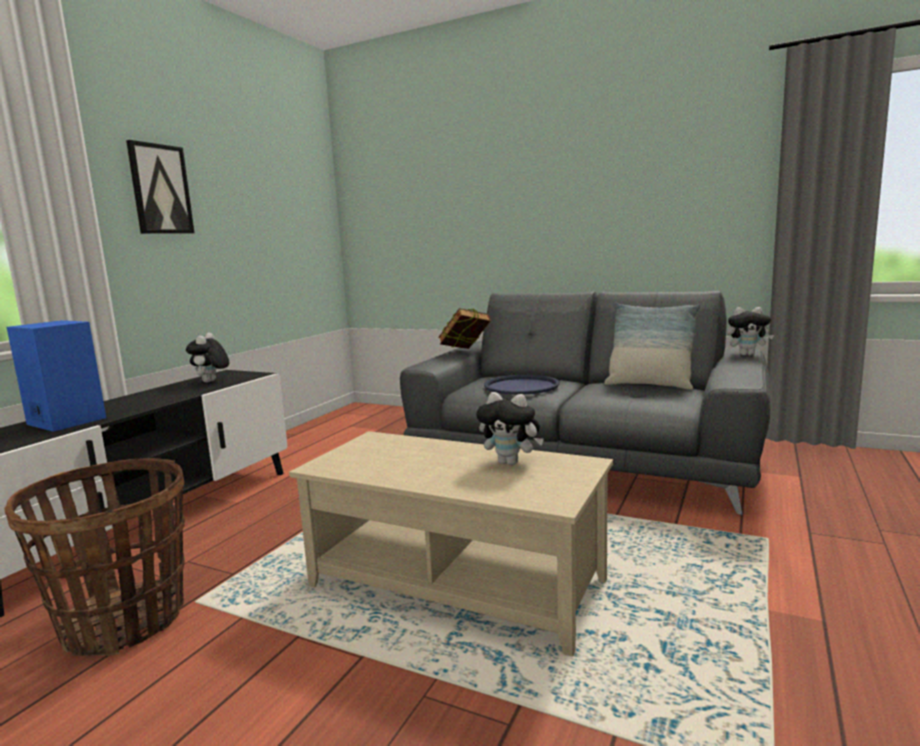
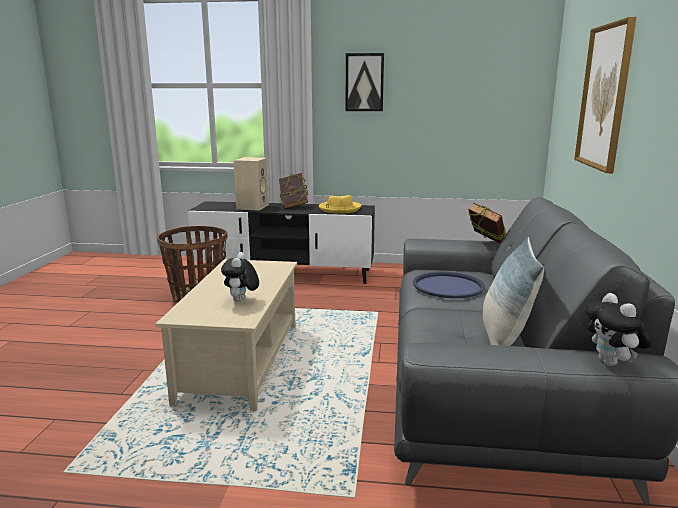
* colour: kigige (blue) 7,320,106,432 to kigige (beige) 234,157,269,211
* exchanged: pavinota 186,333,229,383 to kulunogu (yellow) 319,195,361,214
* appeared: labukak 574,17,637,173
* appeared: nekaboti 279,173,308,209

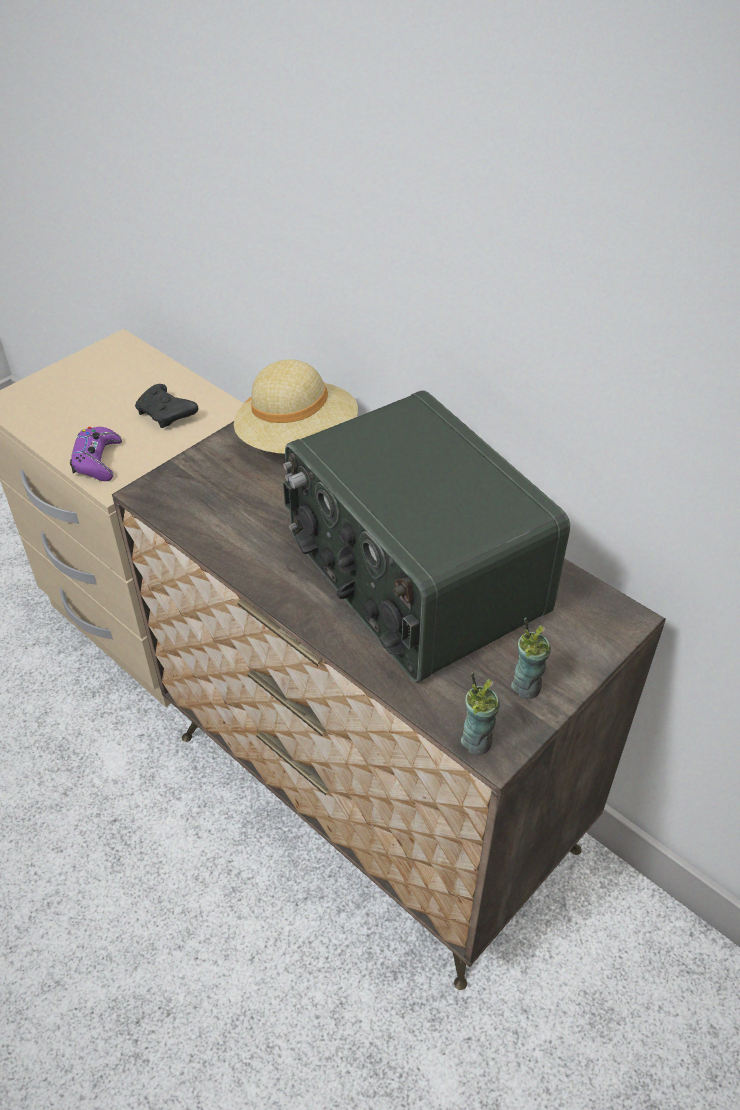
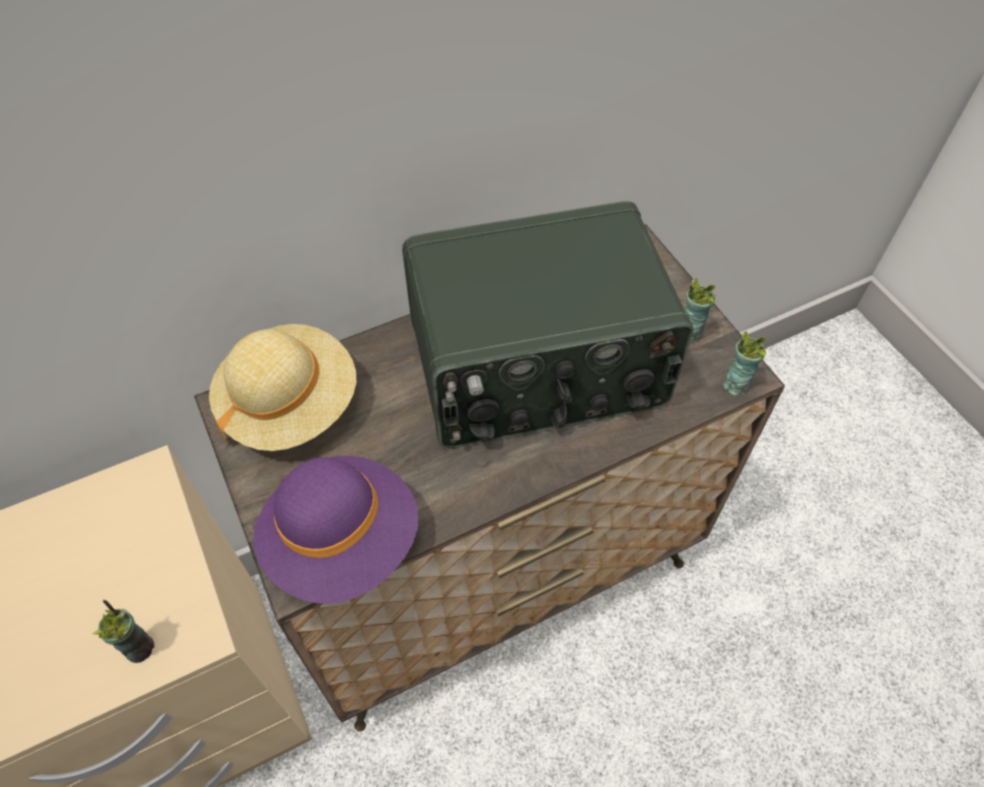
* missing: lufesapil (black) 135,384,199,428
* exchanged: lufesapil (purple) 70,427,122,481 to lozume 92,600,154,663
* appeared: kulunogu (purple) 253,456,419,604

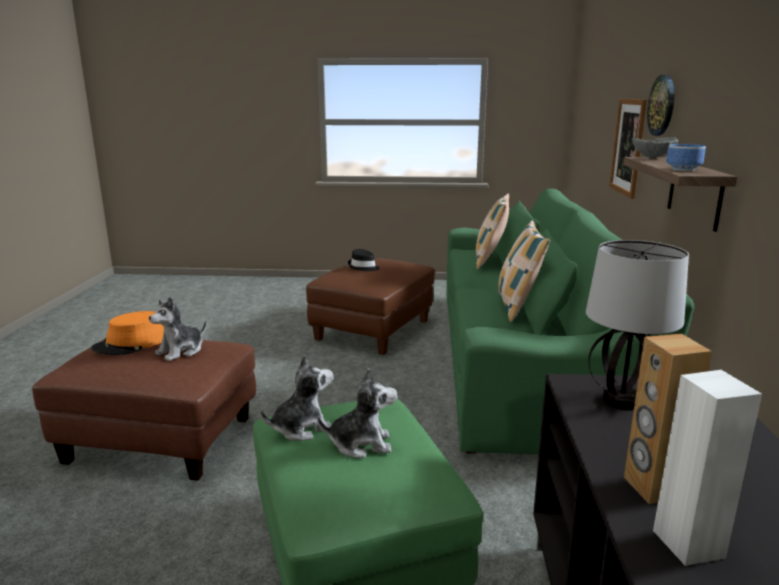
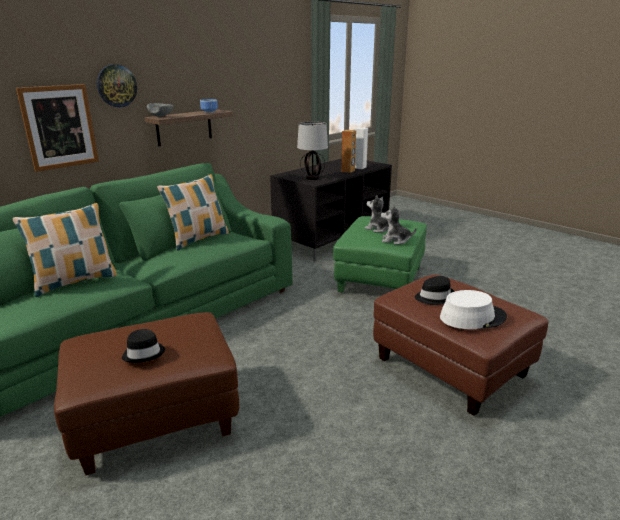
* exchanged: pavinota 149,297,206,361 to kulunogu (black) 415,276,455,305
* colour: kulunogu (orange) 91,311,164,355 to kulunogu (white) 440,290,507,329

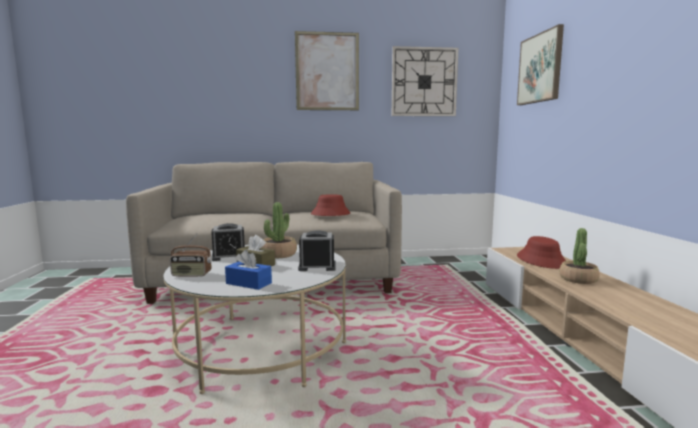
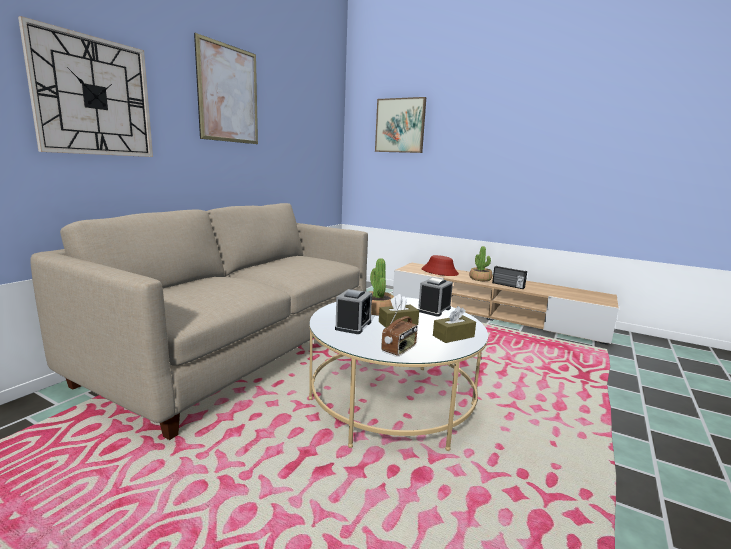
* relocated: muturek 392,46,458,116 to 18,16,153,157
* missing: kulunogu (red) 311,194,350,216
* colour: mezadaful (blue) 225,250,272,290 to mezadaful (brown) 433,306,476,343
* appeared: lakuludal 492,266,527,289

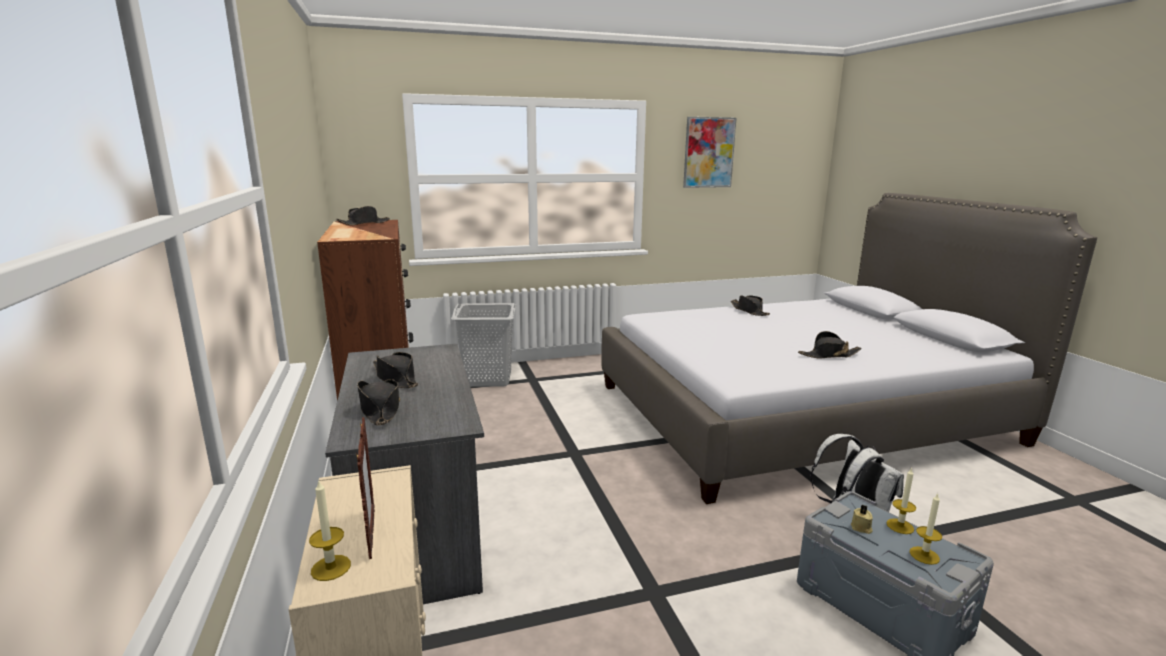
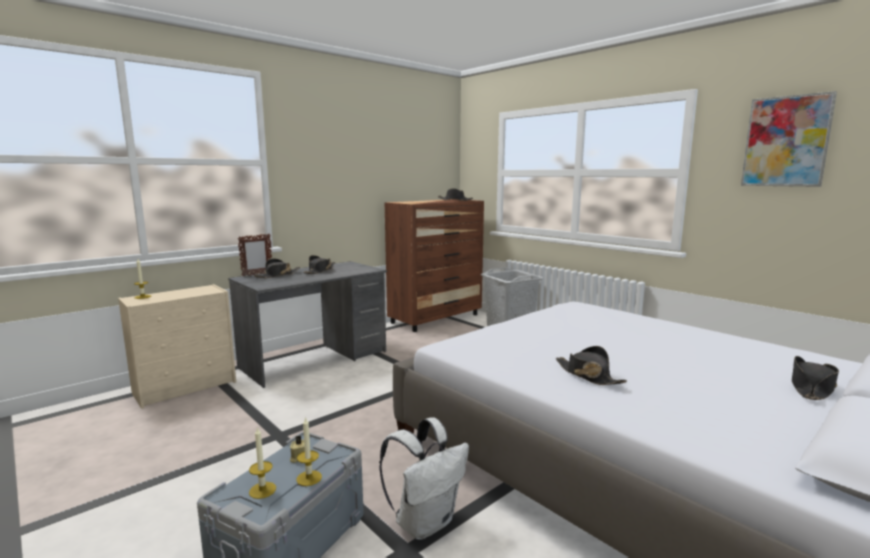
* relocated: kulunogu (black) 731,295,770,316 to 792,356,839,400
* relocated: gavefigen 356,417,375,559 to 237,234,272,276

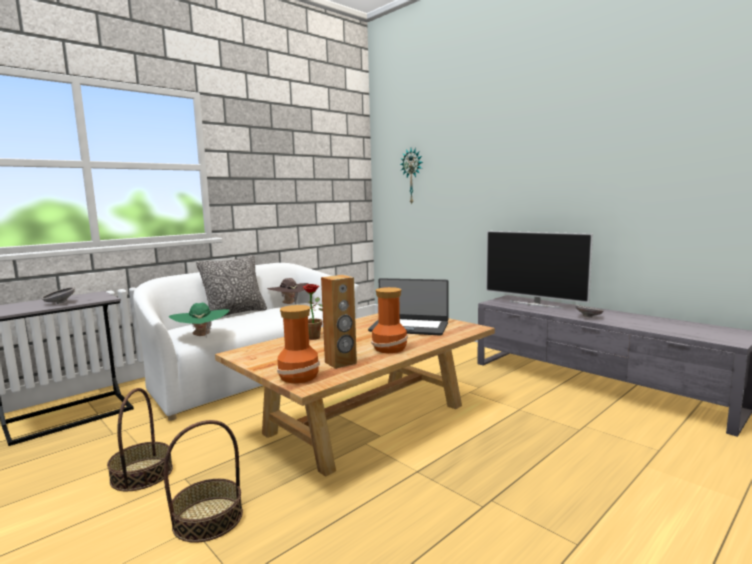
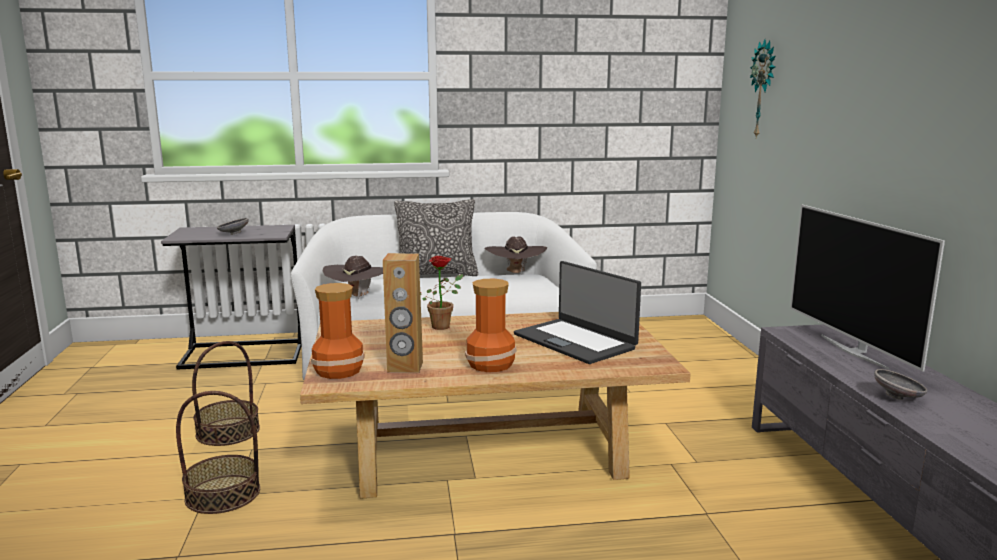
* colour: kulunogu (green) 168,303,230,337 to kulunogu (brown) 323,256,383,300

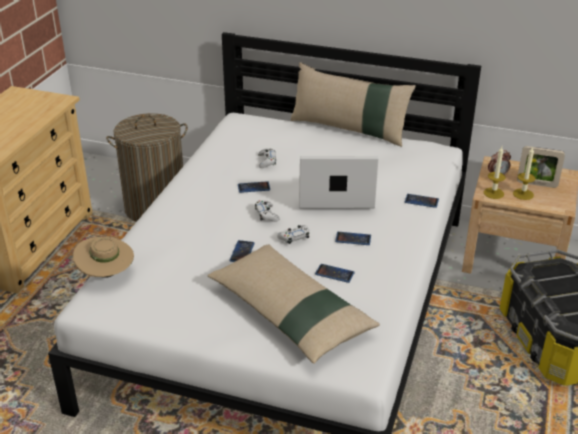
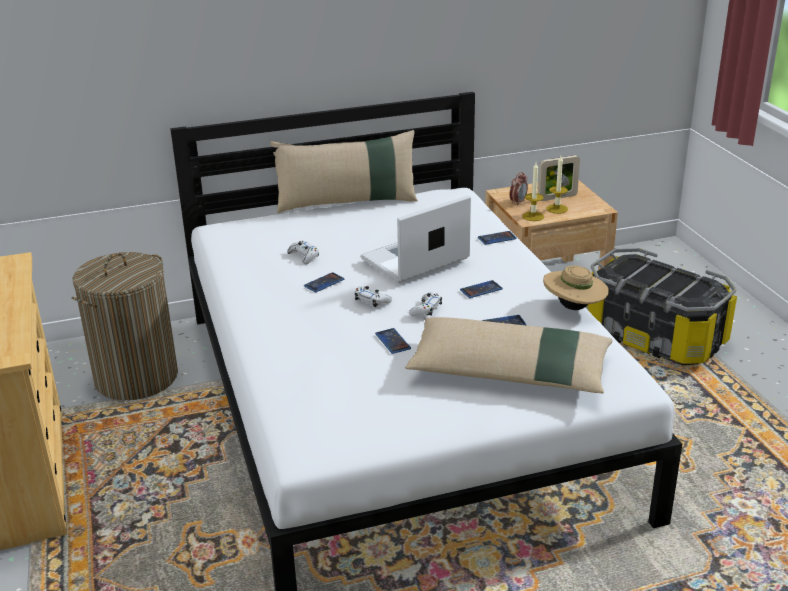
* relocated: kulunogu (beige) 73,237,134,278 to 543,265,609,310

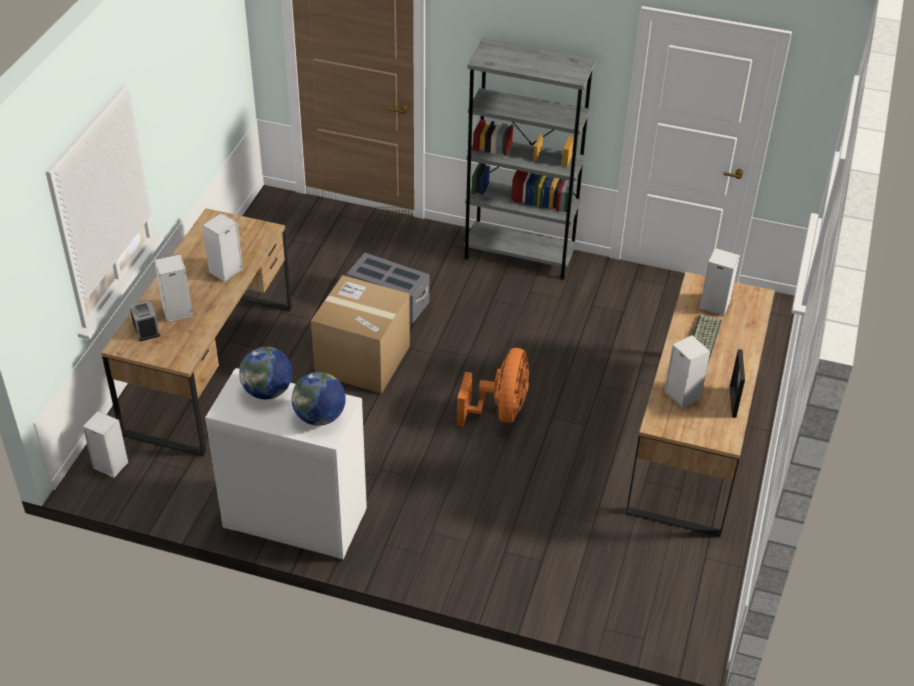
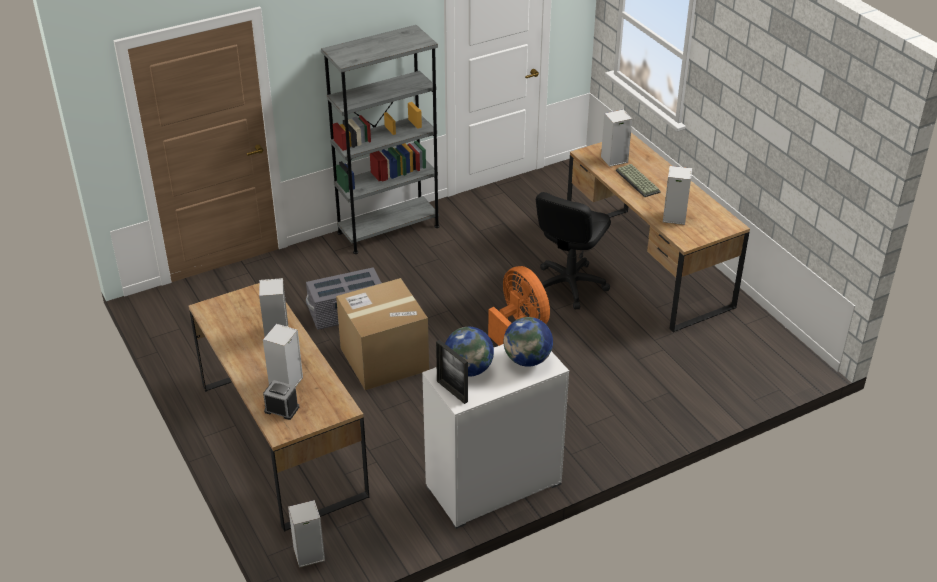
* relocated: gavefigen 730,349,745,418 to 436,340,468,404
* appeared: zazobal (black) 536,192,611,309

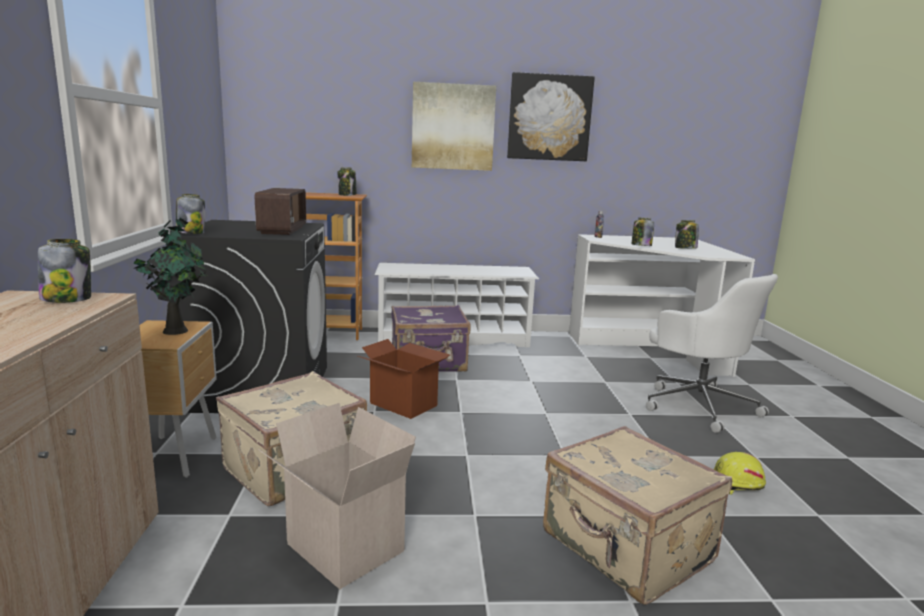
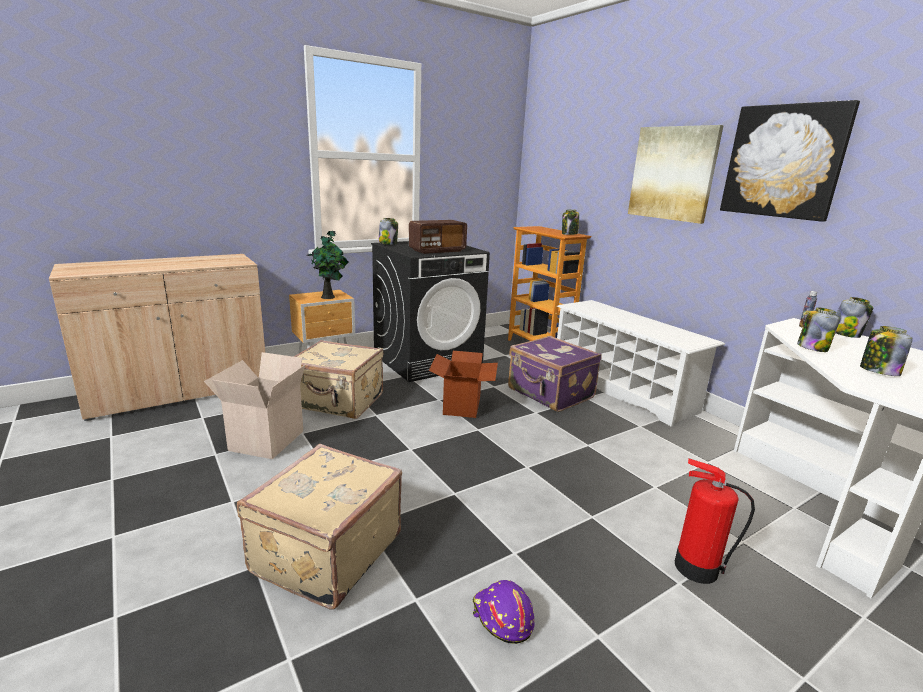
* relocated: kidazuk 38,239,91,303 to 836,297,873,338
* exchanged: zazobal (white) 646,274,778,433 to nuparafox 675,458,755,584
* colour: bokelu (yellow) 714,452,766,494 to bokelu (purple) 473,580,535,644

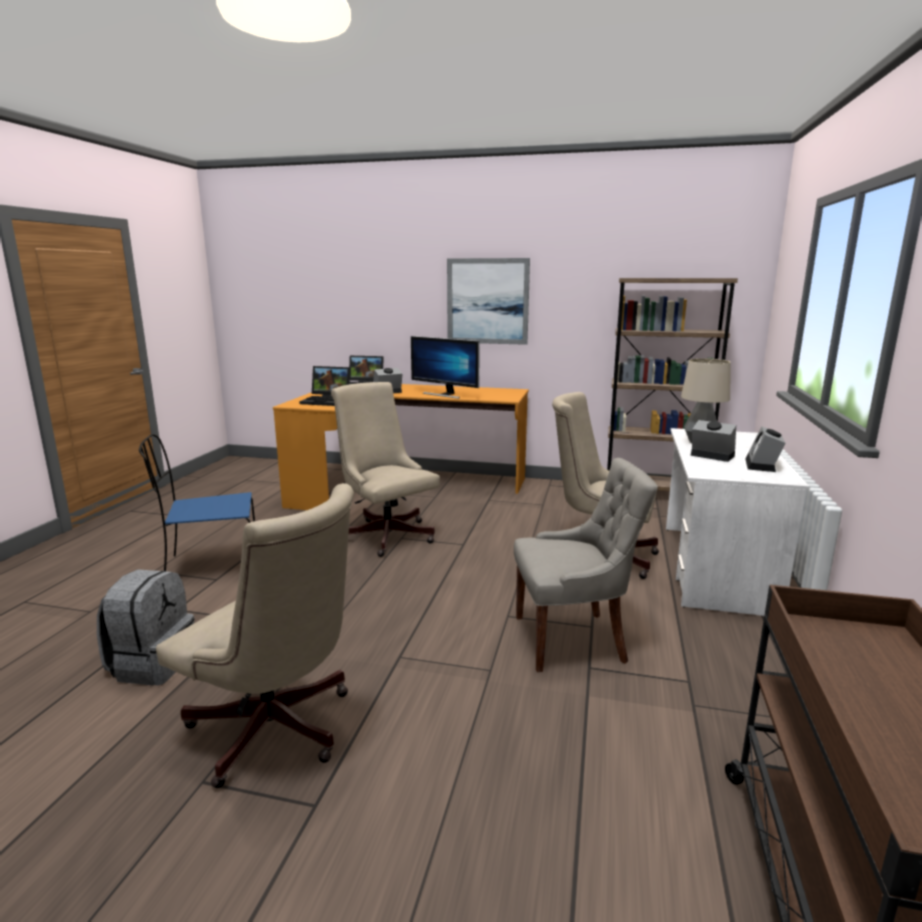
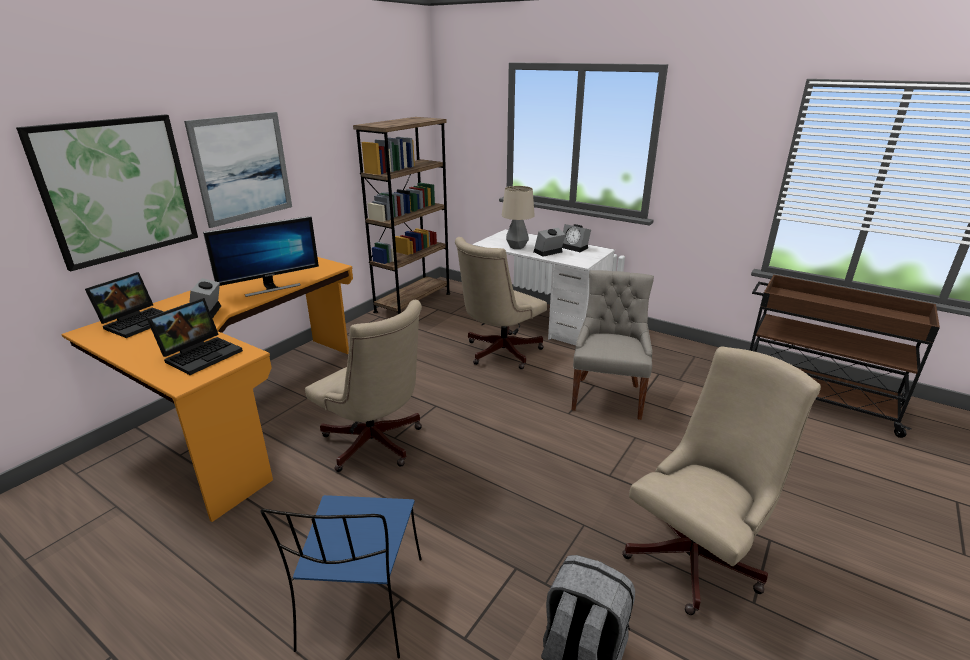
* spun: zazobal (beige) 331,382,440,557 = 305,300,422,472 120 degrees counterclockwise
* appeared: labukak 16,115,198,271

